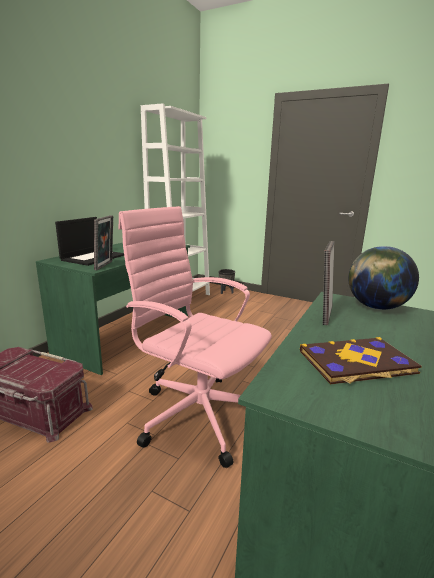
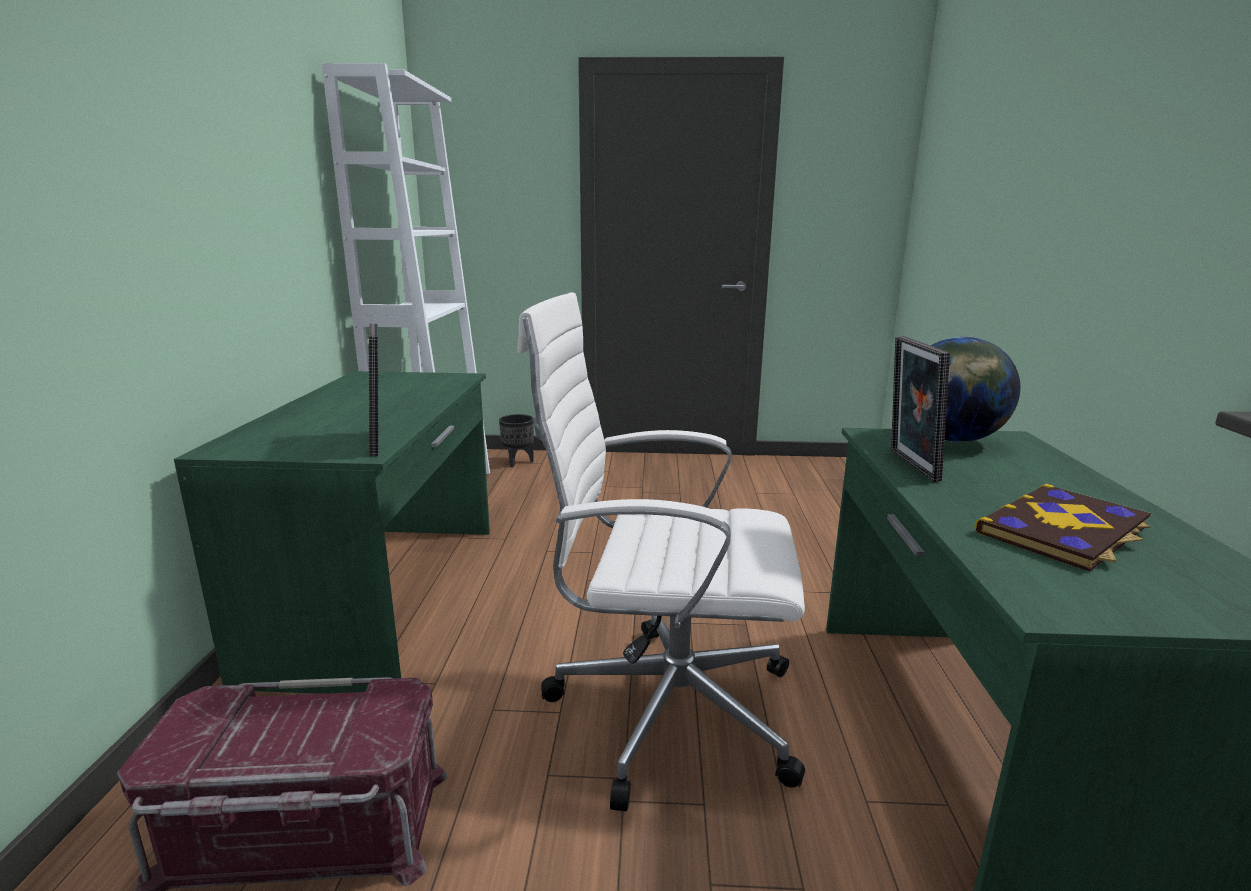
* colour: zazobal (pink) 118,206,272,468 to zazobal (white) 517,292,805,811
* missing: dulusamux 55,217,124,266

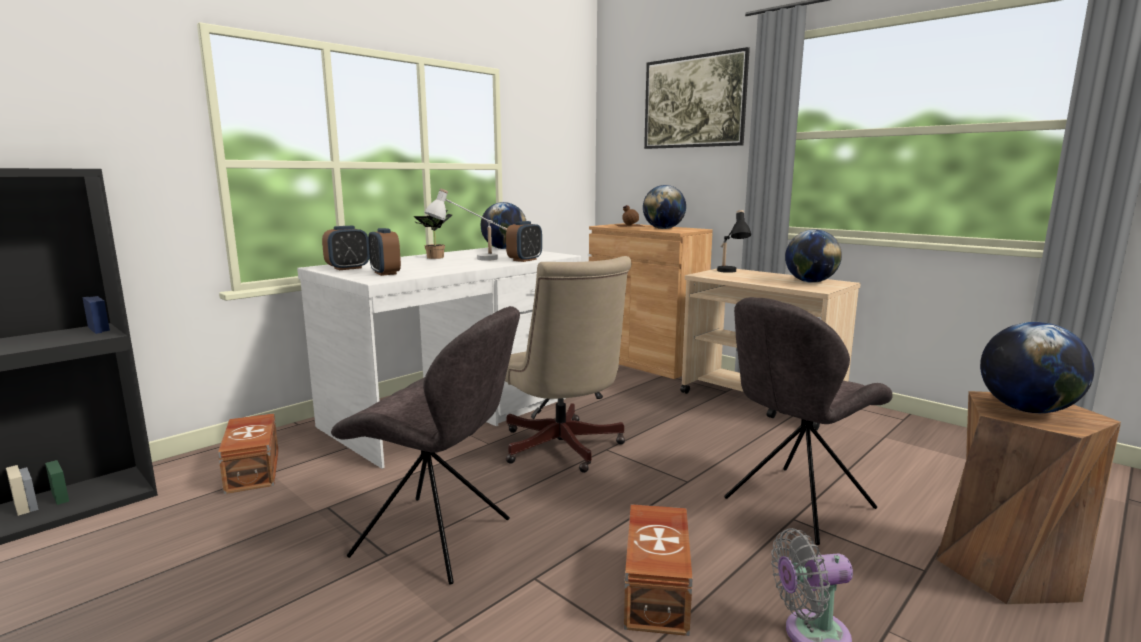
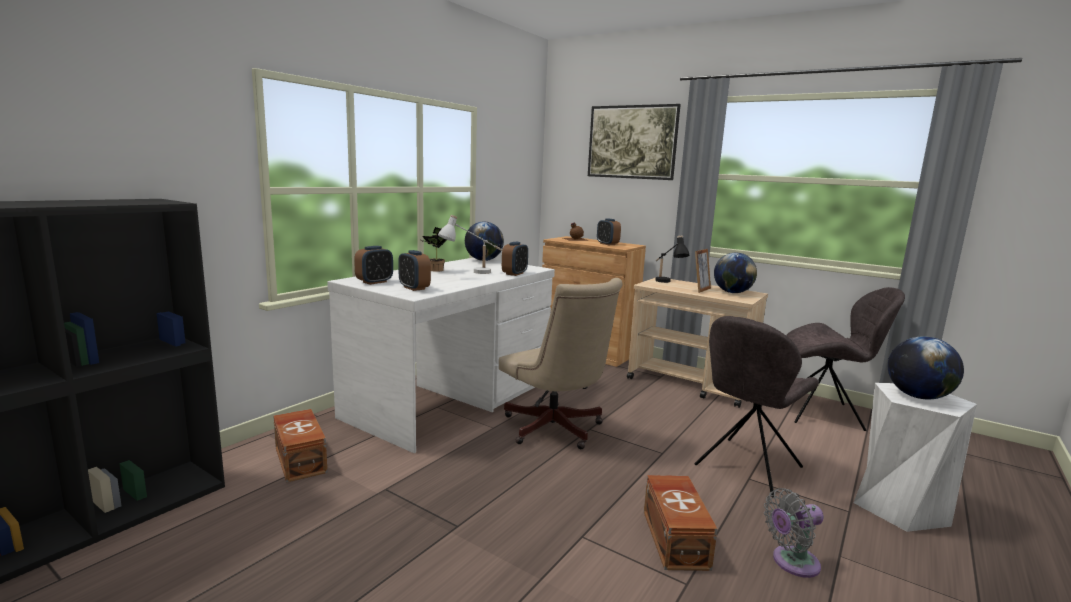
* exchanged: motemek 643,185,686,229 to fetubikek 597,218,621,245
* relocated: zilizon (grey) 331,306,520,585 to 786,287,905,431
* colour: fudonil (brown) 936,391,1121,605 to fudonil (white) 854,383,977,532
* appeared: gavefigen 695,249,711,293

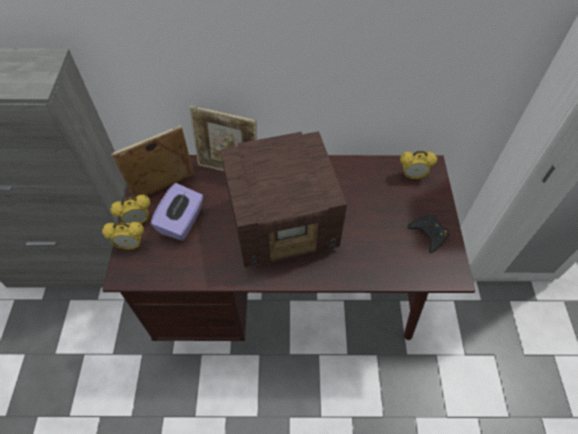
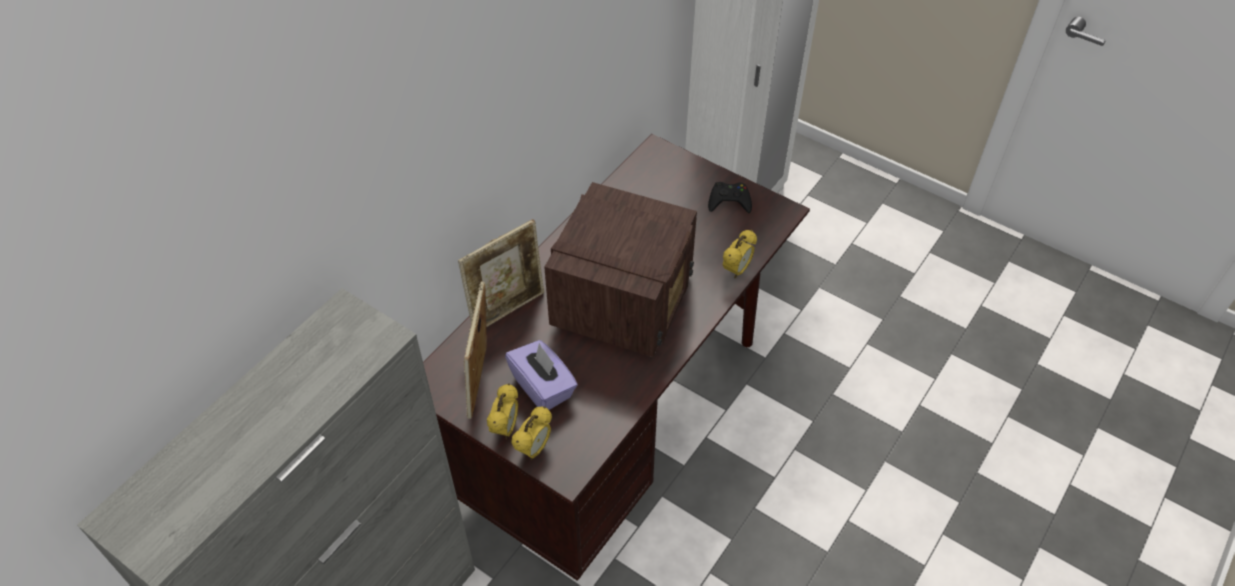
* relocated: fetubikek 400,151,437,179 to 723,230,757,278

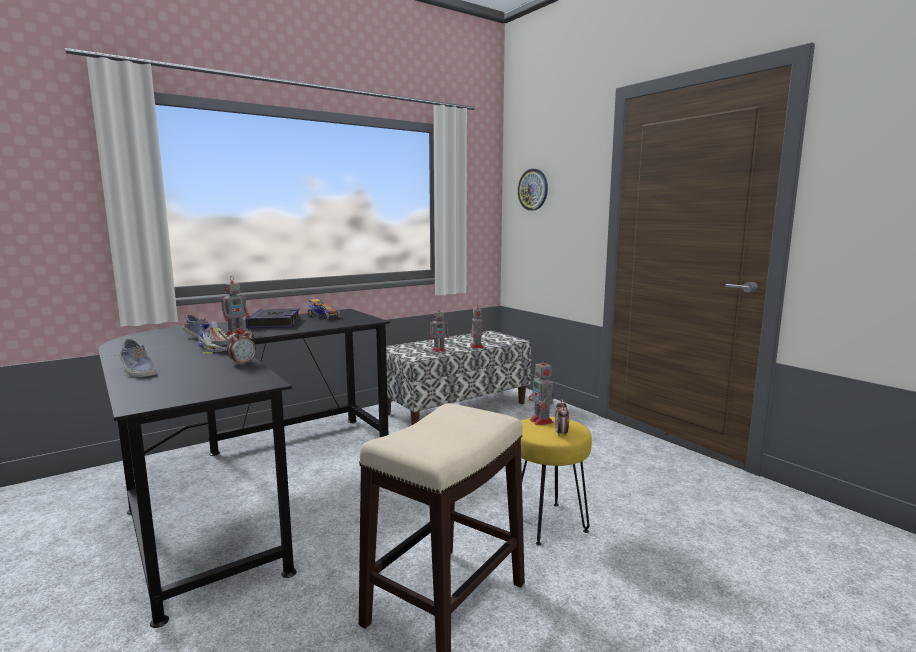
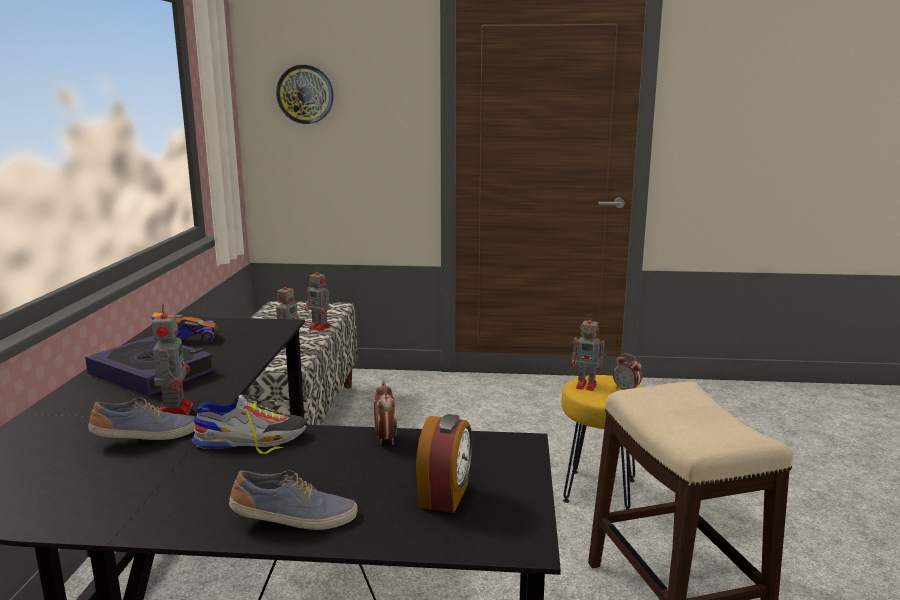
* appeared: fetubikek 416,414,472,513

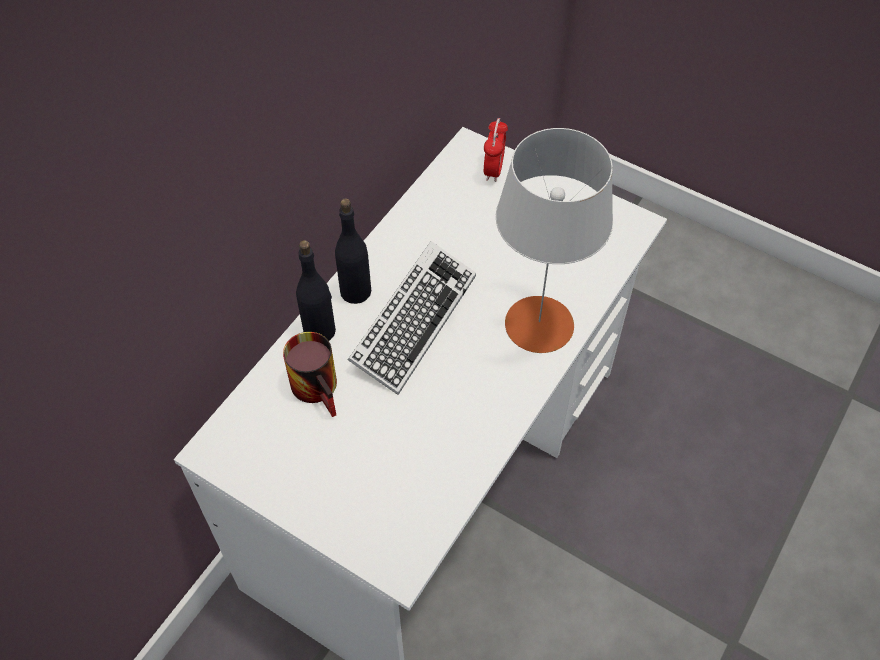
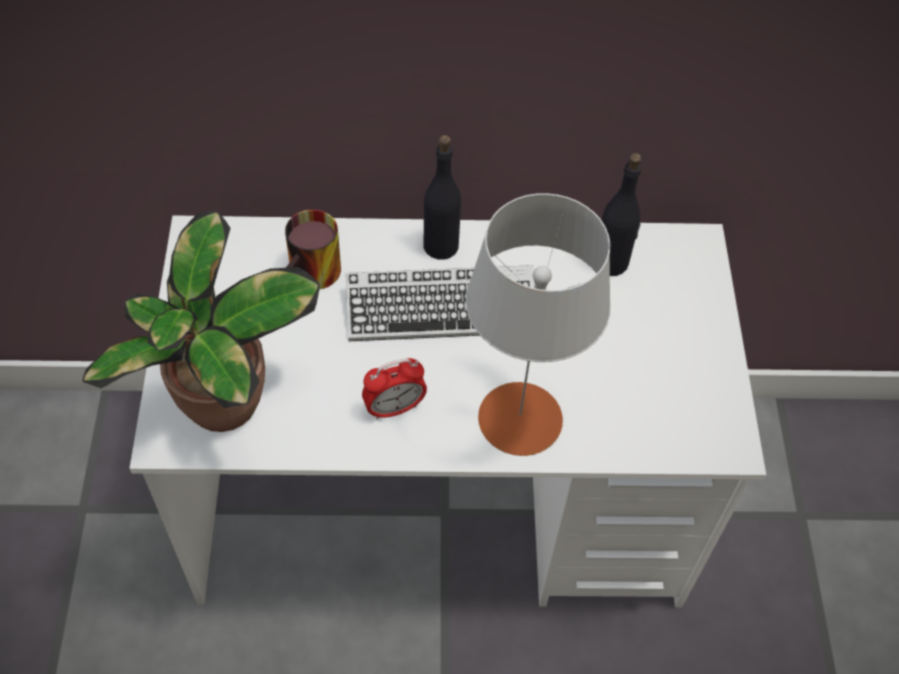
* relocated: fetubikek 484,118,508,182 to 362,358,427,420
* relocated: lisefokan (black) 296,240,336,341 to 602,153,641,276
* appeared: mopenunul 82,211,320,432

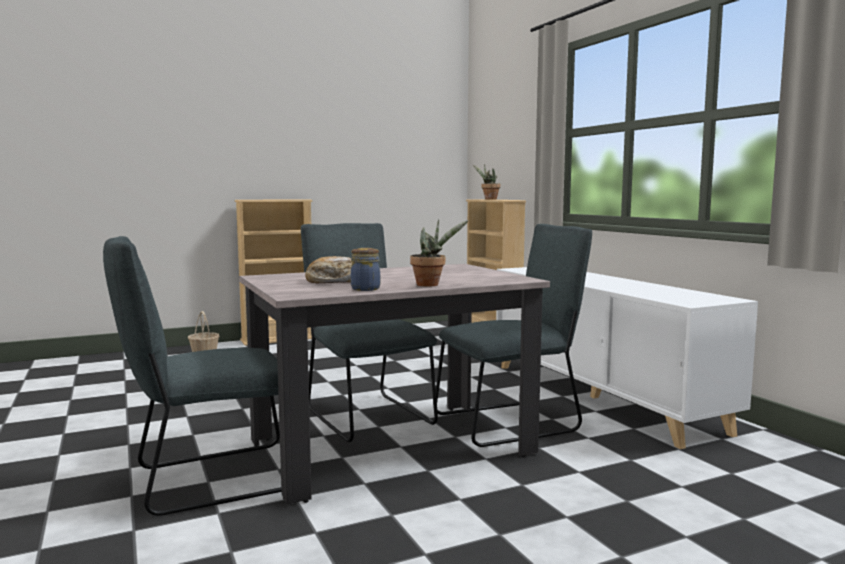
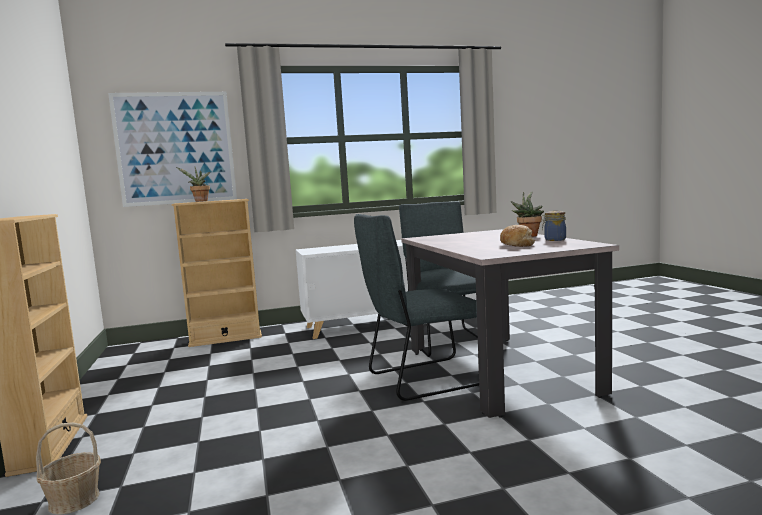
* missing: zilizon (grey) 103,236,282,516
* appeared: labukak 108,92,237,207

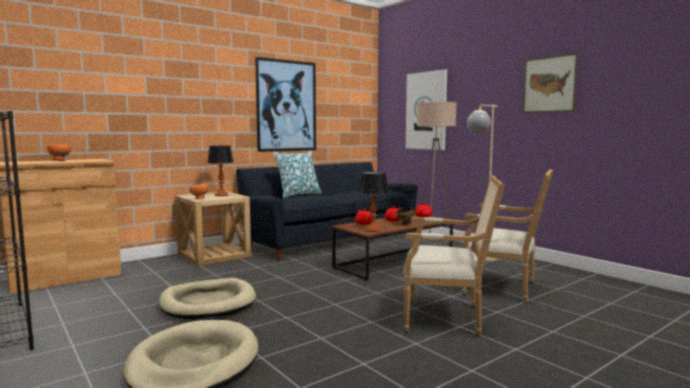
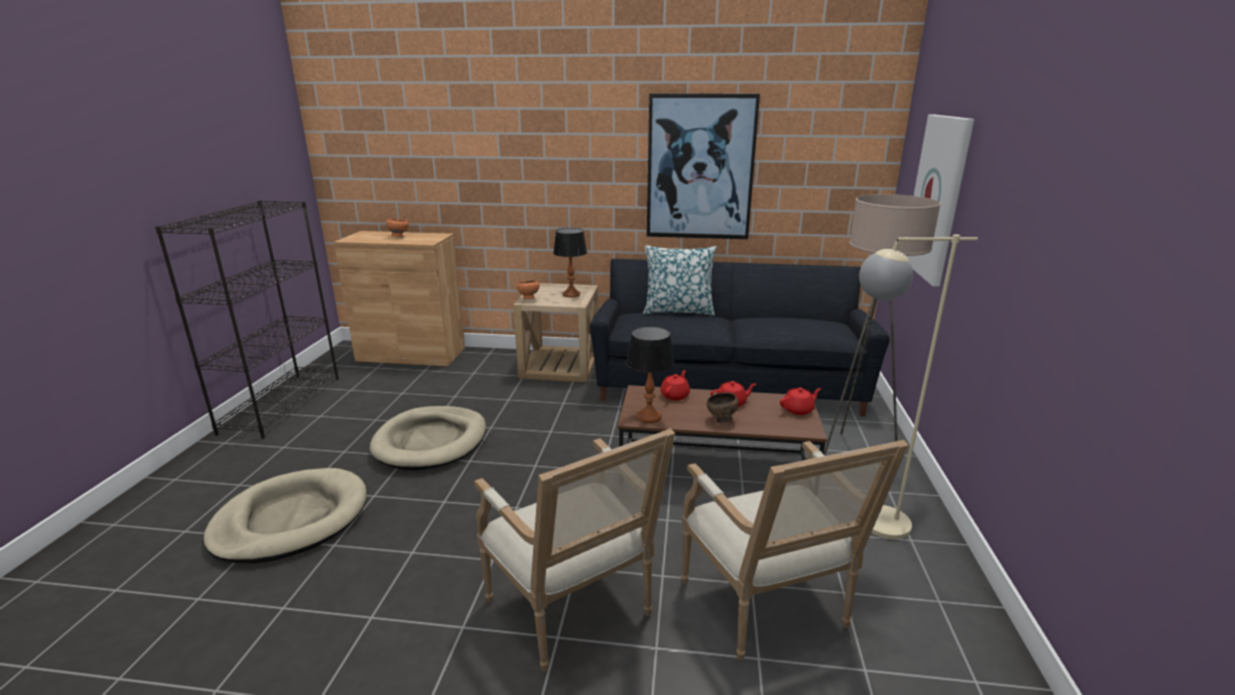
* missing: labukak 523,53,578,113

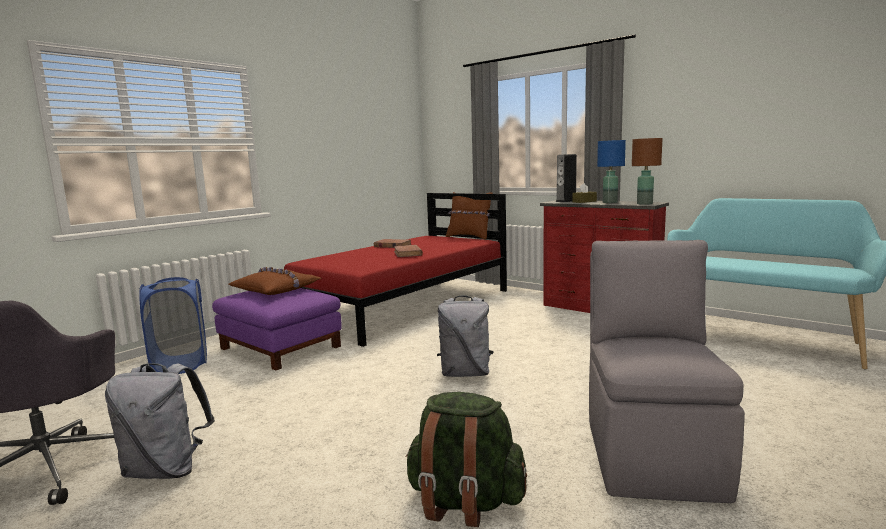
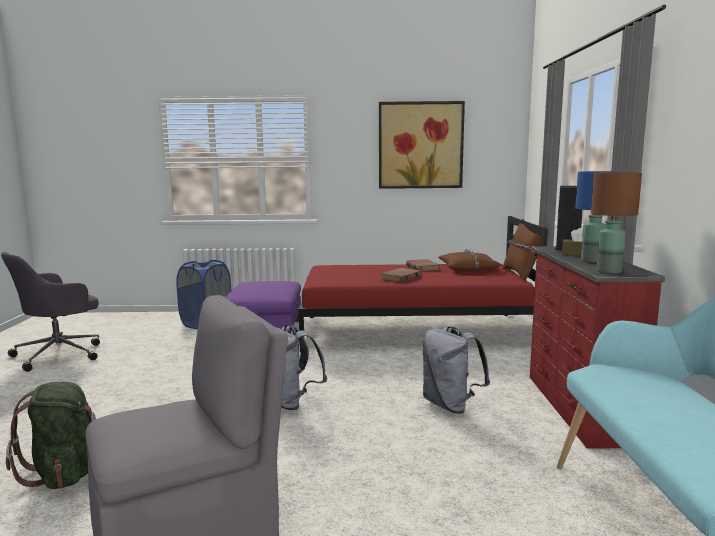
* relocated: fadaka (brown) 228,267,322,295 to 438,249,503,271
* relocated: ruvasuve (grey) 105,363,215,479 to 423,327,490,414
* appeared: labukak 379,101,465,189

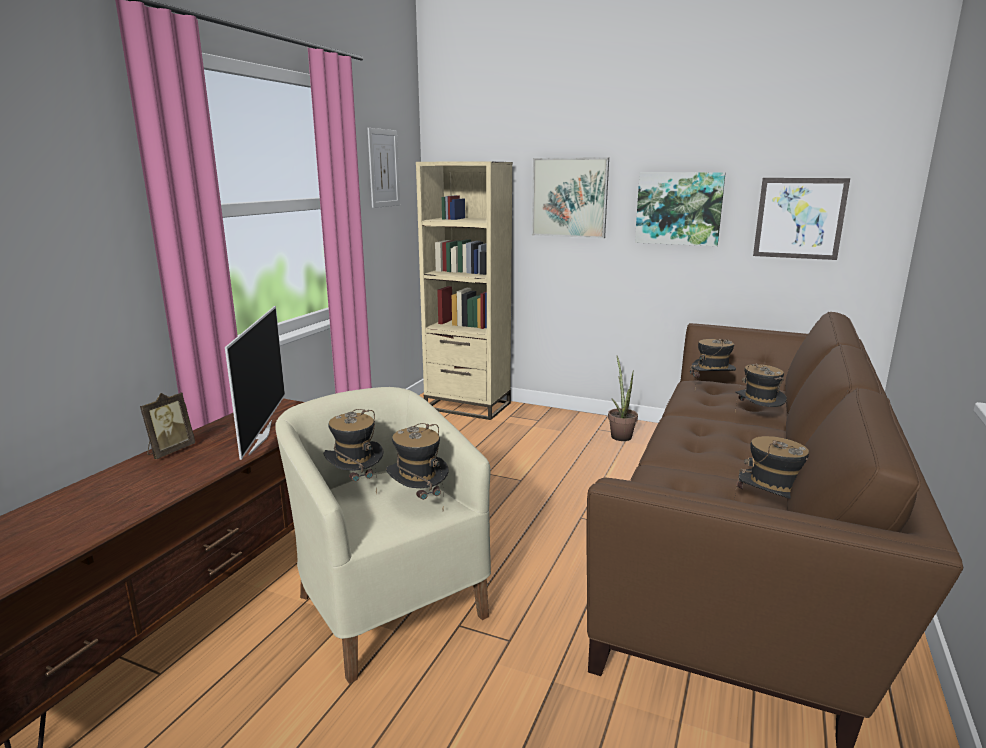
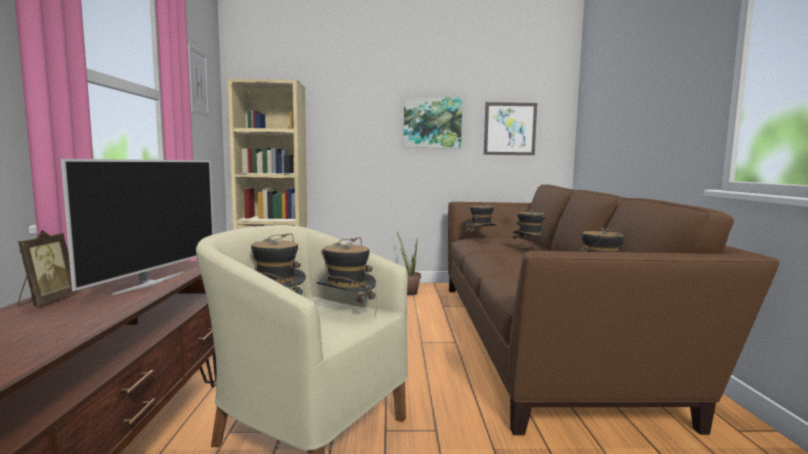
* missing: labukak 532,157,609,238
* spun: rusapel 225,306,285,460 = 61,159,214,295 45 degrees clockwise

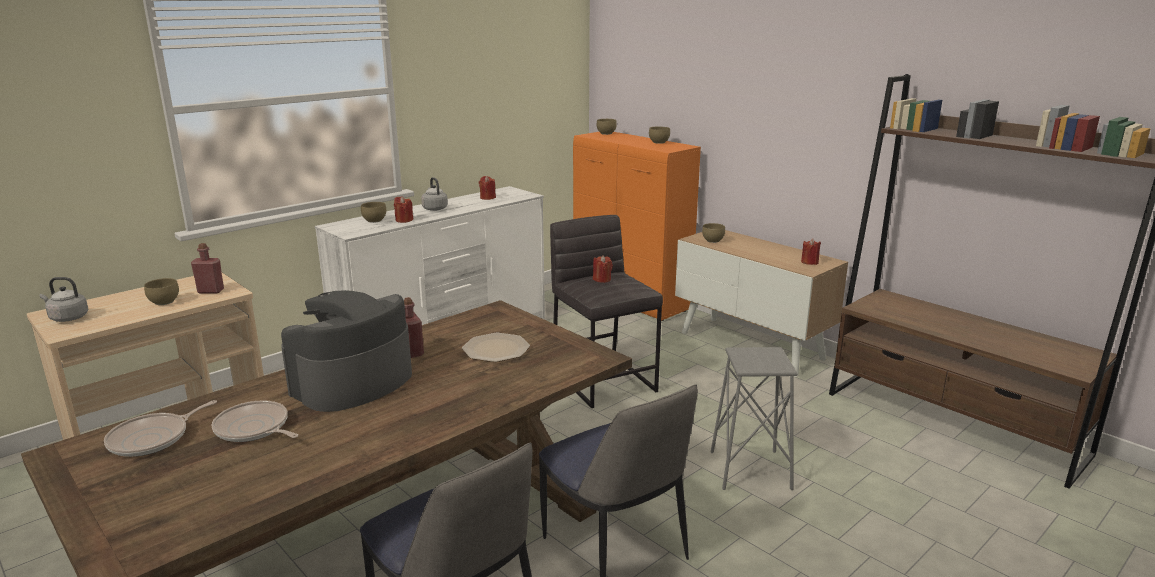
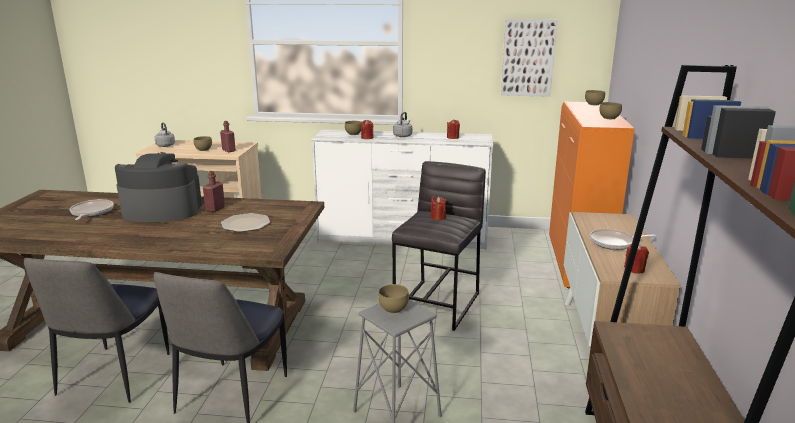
* relocated: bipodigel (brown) 702,223,725,243 to 378,284,409,313
* relocated: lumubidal 104,400,217,457 to 590,229,656,250
* appeared: labukak 501,19,557,97

